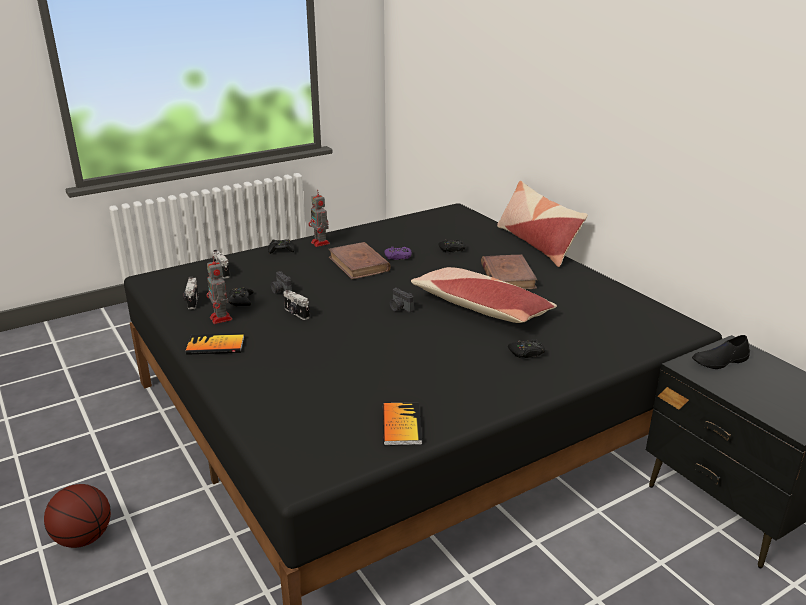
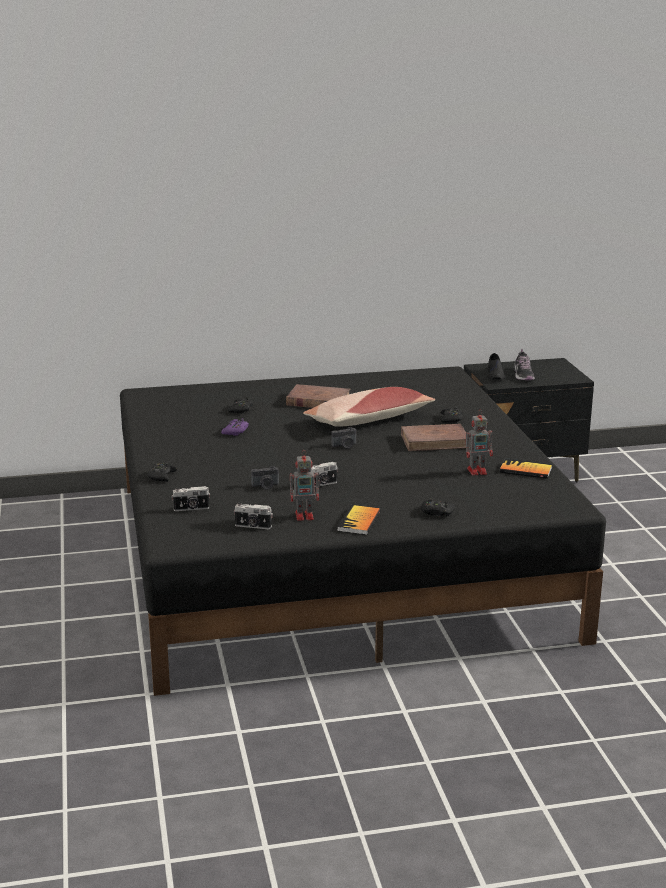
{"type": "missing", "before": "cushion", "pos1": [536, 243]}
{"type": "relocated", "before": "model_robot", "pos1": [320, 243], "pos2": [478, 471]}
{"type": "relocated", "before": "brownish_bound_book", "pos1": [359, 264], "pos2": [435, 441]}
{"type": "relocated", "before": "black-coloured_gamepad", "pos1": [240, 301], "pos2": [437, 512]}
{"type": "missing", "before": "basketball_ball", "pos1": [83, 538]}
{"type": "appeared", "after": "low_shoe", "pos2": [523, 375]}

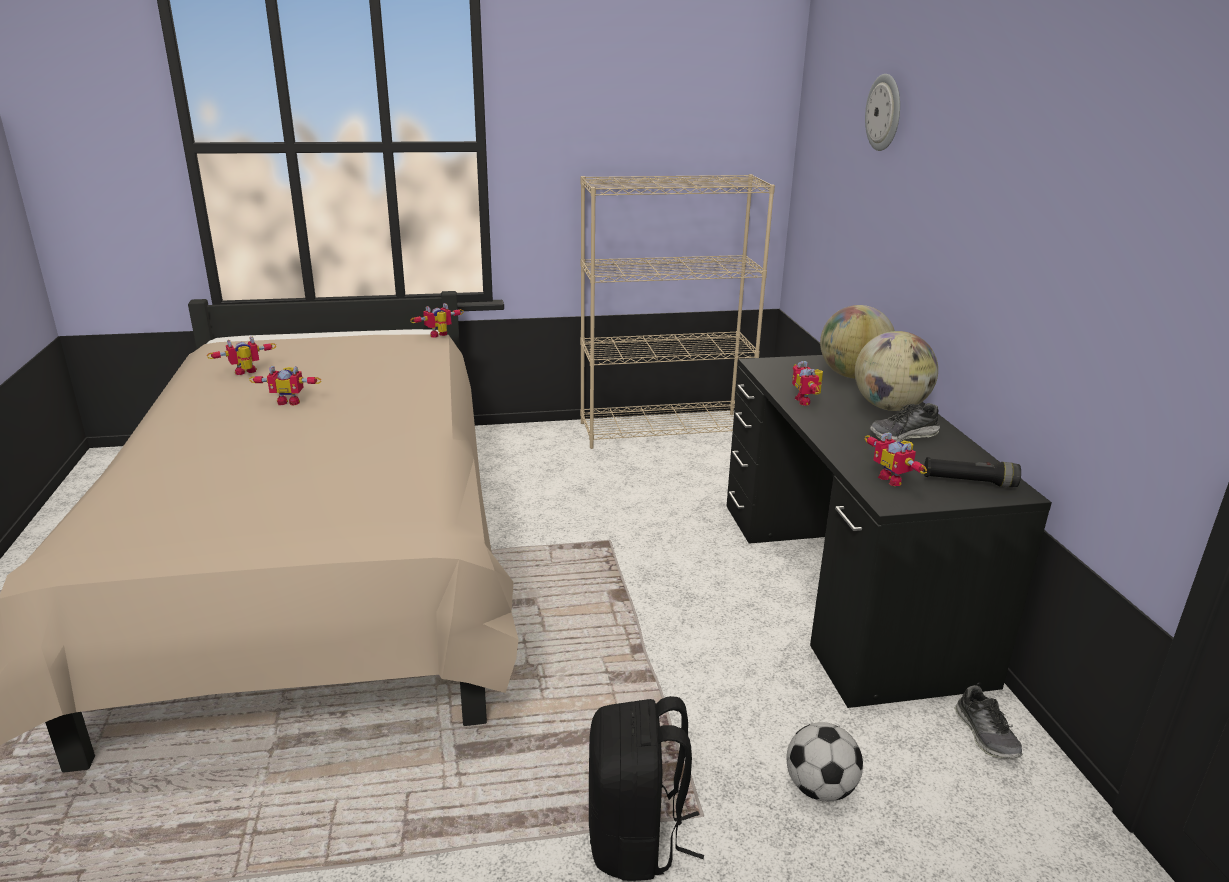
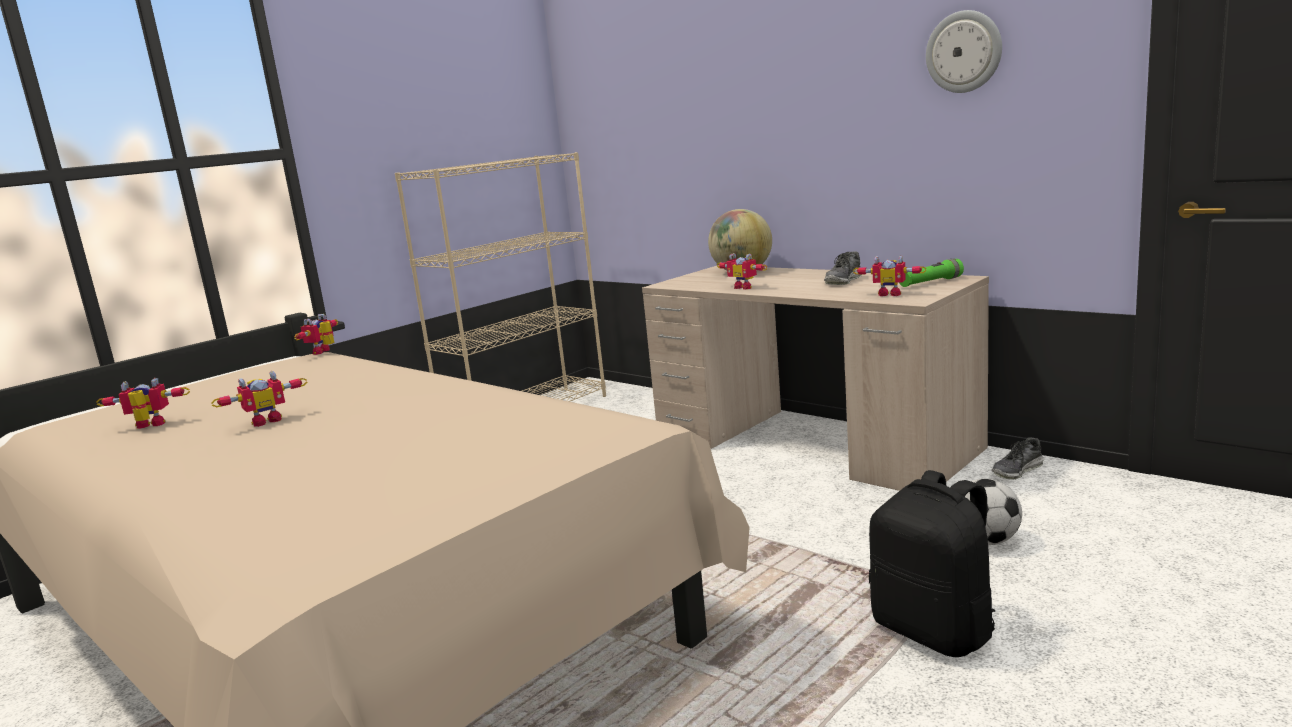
{"type": "relocated", "before": "clock_on_the_wall", "pos1": [884, 112], "pos2": [964, 52]}
{"type": "missing", "before": "desk_globe", "pos1": [890, 407]}
{"type": "spun", "before": "model_robot", "pos1": [246, 373], "pos2": [149, 427], "turn": 60}
{"type": "colour", "before": "black-coloured_desk_table", "after": "sand-coloured_desk_table", "pos1": [842, 584], "pos2": [811, 442]}
{"type": "colour", "before": "black-coloured_torch", "after": "green_torch", "pos1": [969, 482], "pos2": [930, 282]}
{"type": "spun", "before": "low_shoe", "pos1": [986, 735], "pos2": [1017, 470], "turn": 105}

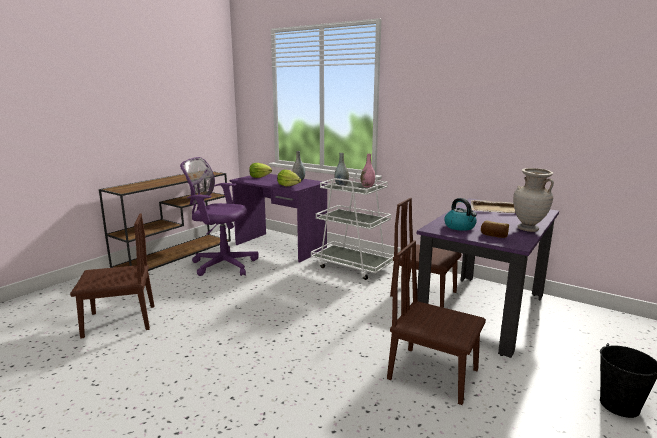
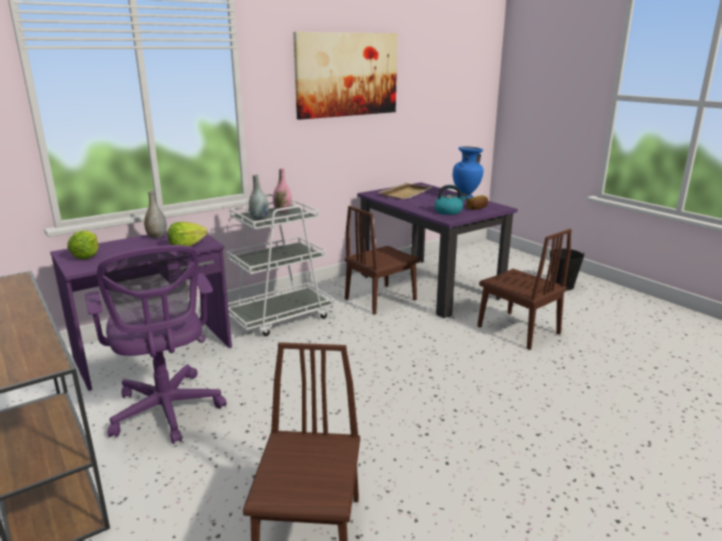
{"type": "spun", "before": "purple-coloured_office_chair", "pos1": [222, 264], "pos2": [167, 412], "turn": -60}
{"type": "colour", "before": "sand-coloured_vase", "after": "blue-coloured_vase", "pos1": [528, 229], "pos2": [466, 198]}
{"type": "spun", "before": "brownish_chair", "pos1": [433, 374], "pos2": [518, 330], "turn": -90}
{"type": "appeared", "after": "wall_art", "pos2": [347, 75]}

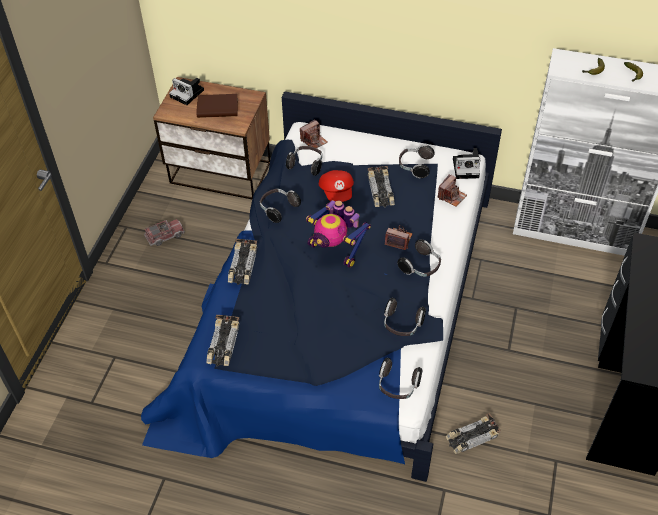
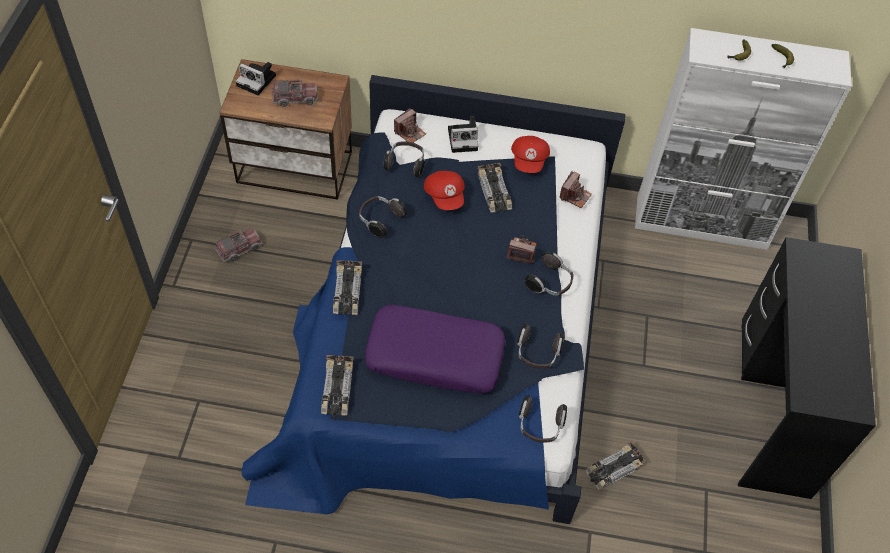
{"type": "exchanged", "before": "brownish_bound_book", "after": "model_truck", "pos1": [217, 108], "pos2": [295, 98]}
{"type": "exchanged", "before": "headphones", "after": "red_cap", "pos1": [415, 166], "pos2": [529, 161]}
{"type": "relocated", "before": "still_camera", "pos1": [467, 168], "pos2": [464, 139]}
{"type": "missing", "before": "model_robot", "pos1": [335, 250]}
{"type": "appeared", "after": "purple-coloured_cushion", "pos2": [435, 356]}

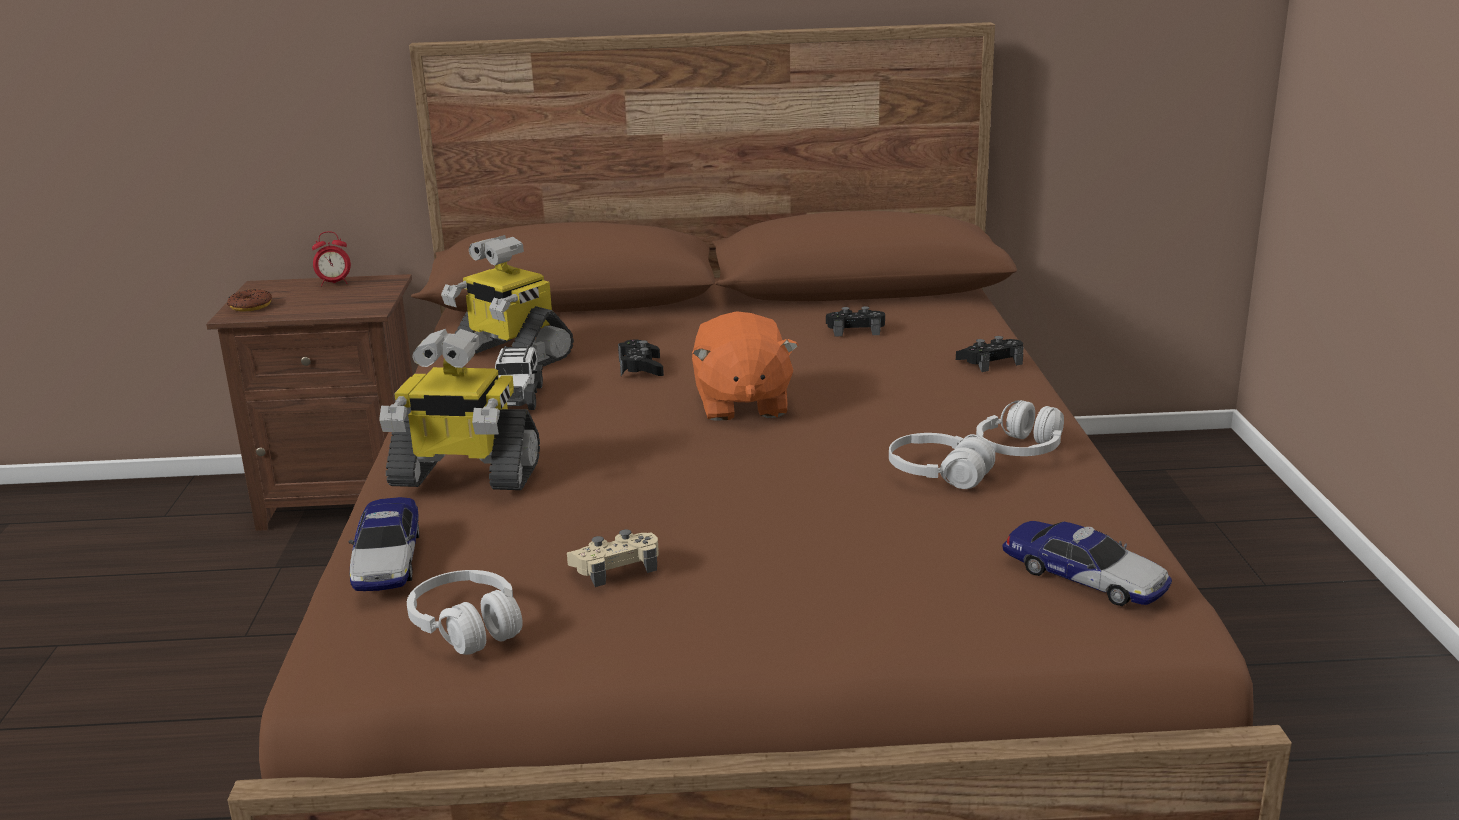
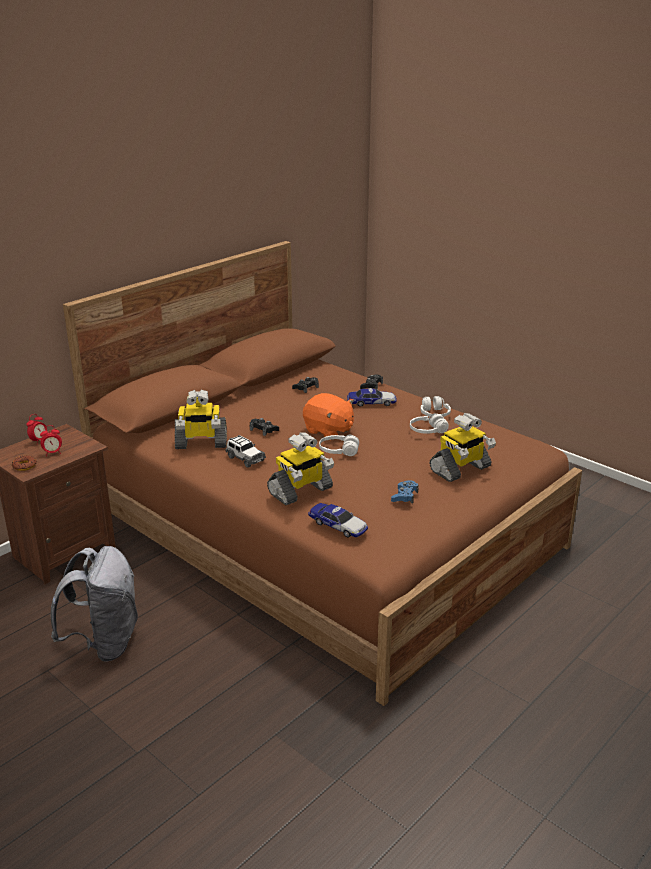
{"type": "relocated", "before": "toy_car", "pos1": [1084, 577], "pos2": [371, 402]}
{"type": "colour", "before": "sand-coloured_gamepad", "after": "blue-coloured_gamepad", "pos1": [615, 566], "pos2": [404, 496]}
{"type": "relocated", "before": "whitish_headphones", "pos1": [467, 627], "pos2": [338, 451]}
{"type": "appeared", "after": "model_robot", "pos2": [460, 469]}
{"type": "appeared", "after": "bedside_clock", "pos2": [53, 453]}
{"type": "appeared", "after": "gray_backpack", "pos2": [104, 643]}

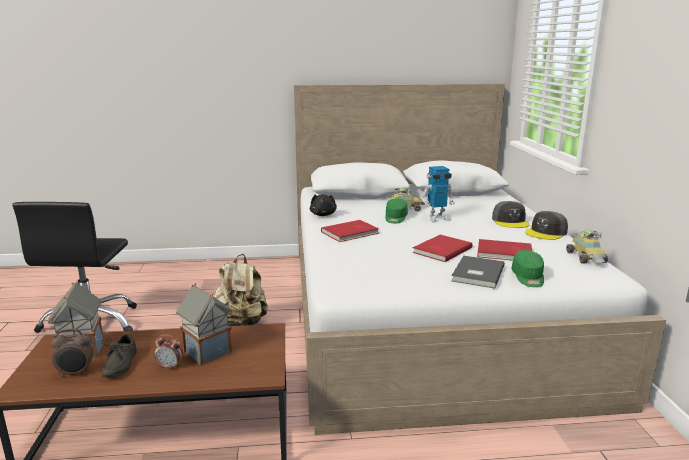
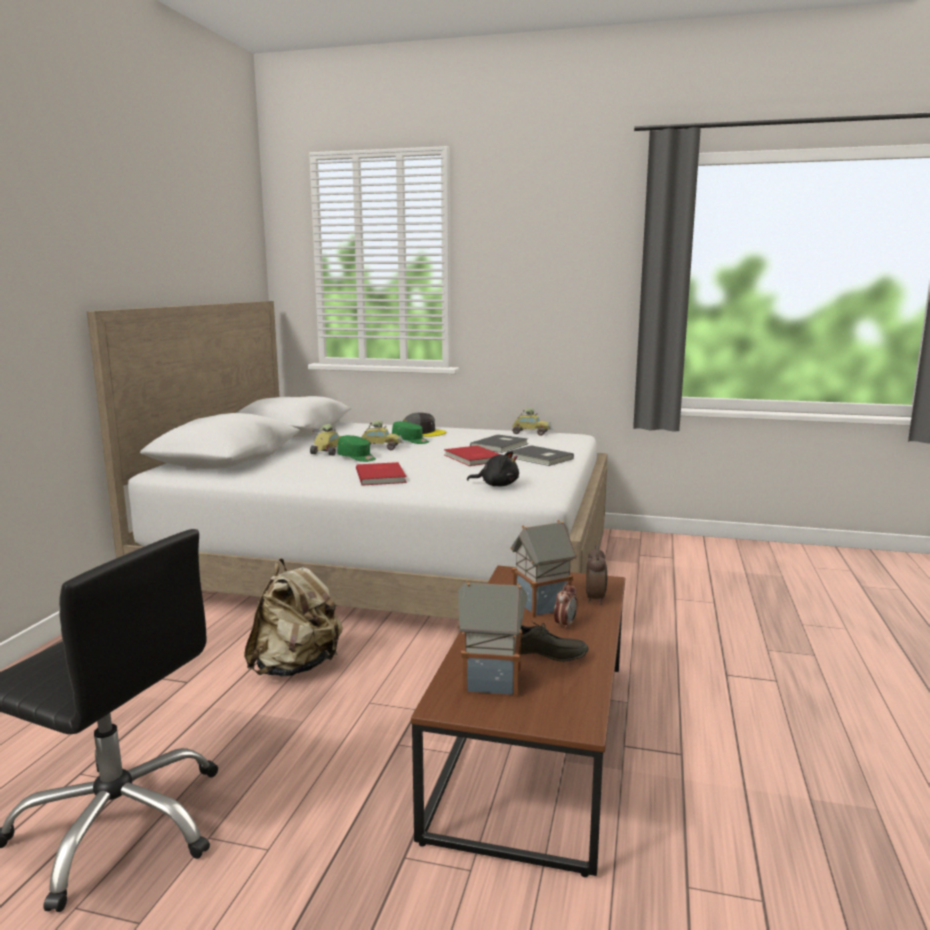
{"type": "exchanged", "before": "model_robot", "after": "toy_car", "pos1": [437, 218], "pos2": [381, 447]}
{"type": "relocated", "before": "black-coloured_soft_toy", "pos1": [323, 215], "pos2": [497, 485]}
{"type": "missing", "before": "gray_cap", "pos1": [546, 232]}
{"type": "colour", "before": "red_bound_book", "after": "gray_bound_book", "pos1": [505, 253], "pos2": [501, 446]}
{"type": "relocated", "before": "green_cap", "pos1": [528, 277], "pos2": [410, 441]}
{"type": "relocated", "before": "bedside_clock", "pos1": [76, 373], "pos2": [596, 599]}

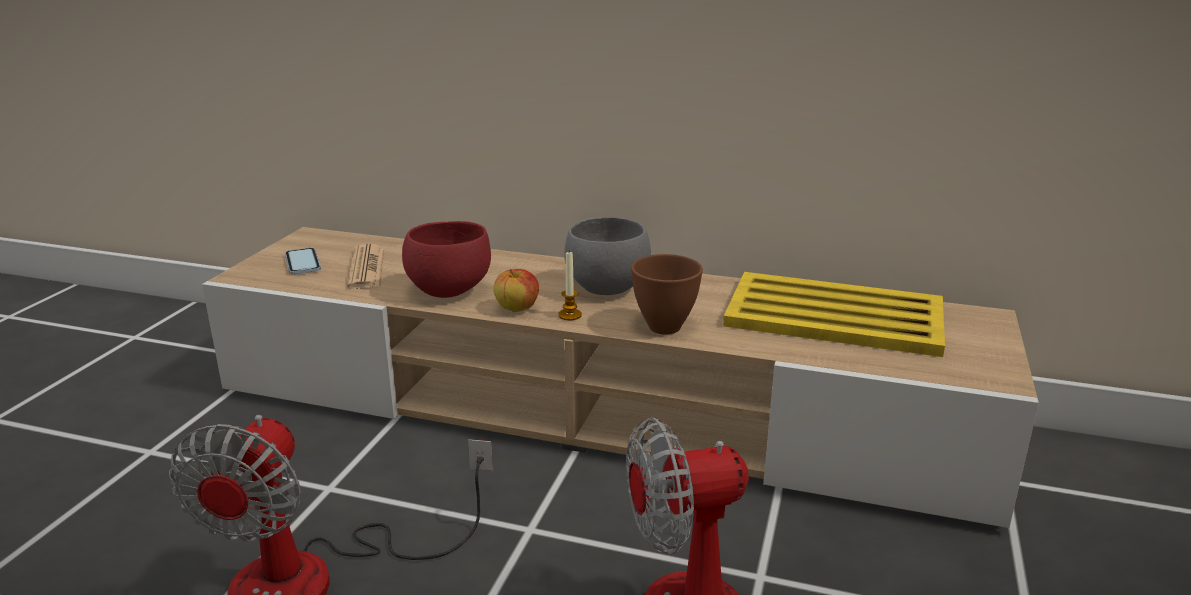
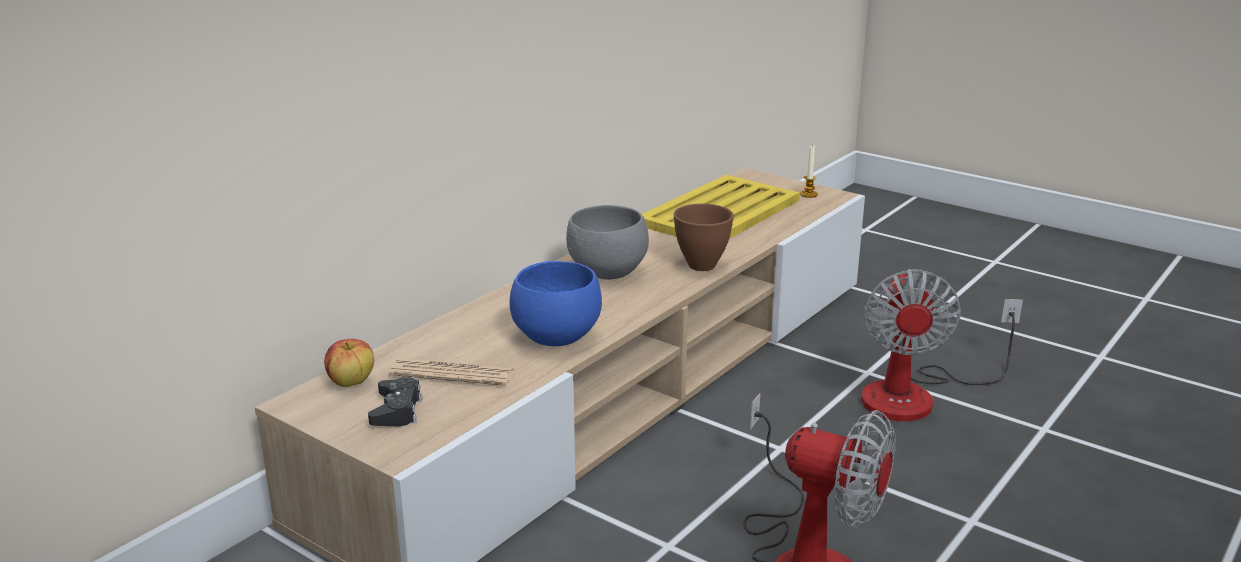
{"type": "colour", "before": "red_serving_bowl", "after": "blue-coloured_serving_bowl", "pos1": [448, 290], "pos2": [554, 338]}
{"type": "exchanged", "before": "handset", "after": "black-coloured_gamepad", "pos1": [303, 263], "pos2": [397, 410]}
{"type": "relocated", "before": "candle", "pos1": [570, 315], "pos2": [808, 194]}
{"type": "relocated", "before": "apple", "pos1": [517, 309], "pos2": [351, 382]}

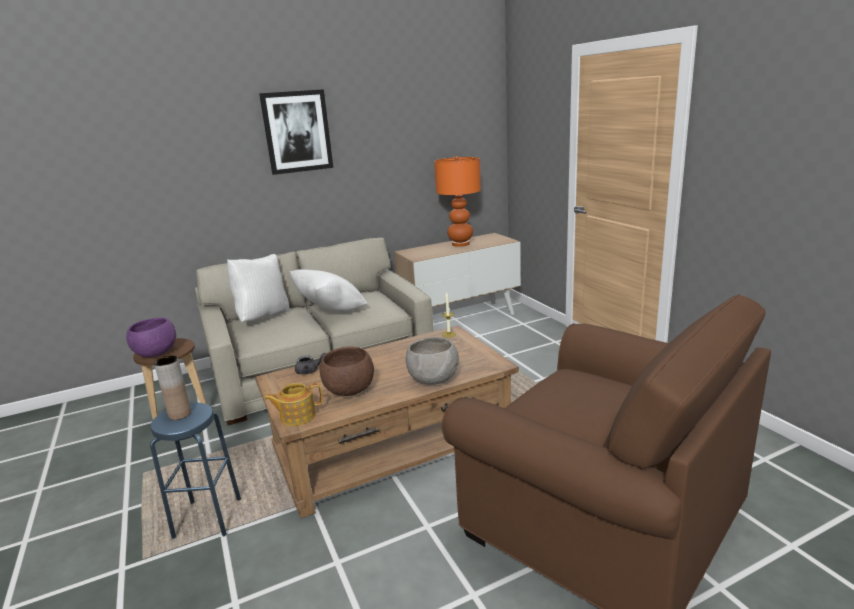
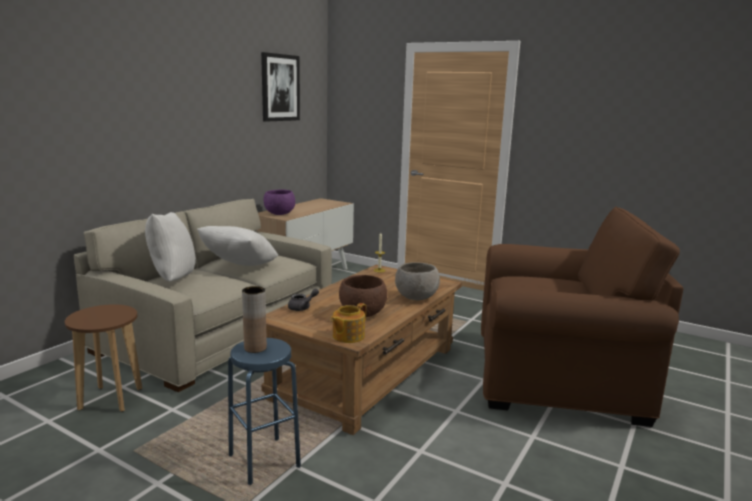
{"type": "relocated", "before": "wall_art", "pos1": [297, 132], "pos2": [280, 88]}
{"type": "missing", "before": "orange_tabletop_lamp", "pos1": [460, 244]}
{"type": "relocated", "before": "purple-coloured_serving_bowl", "pos1": [156, 353], "pos2": [279, 214]}

